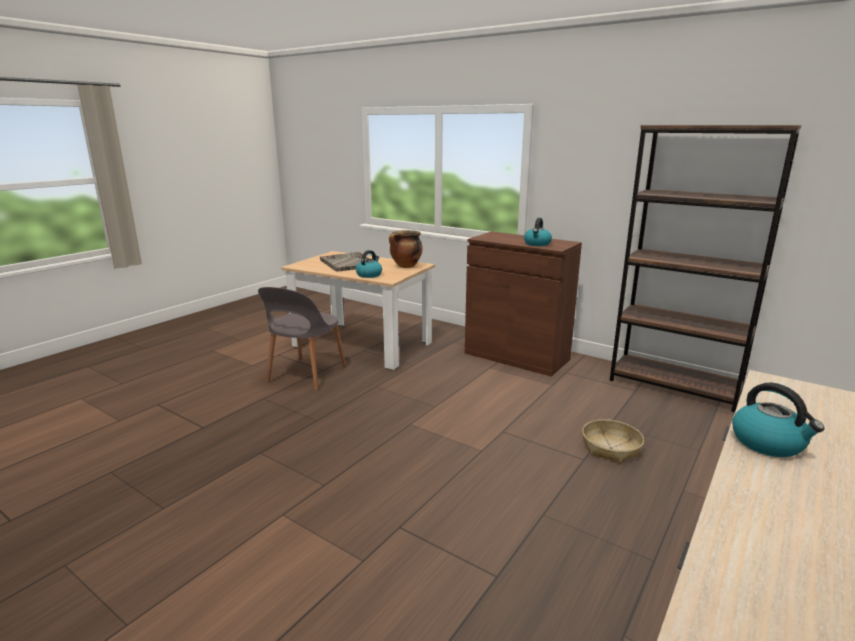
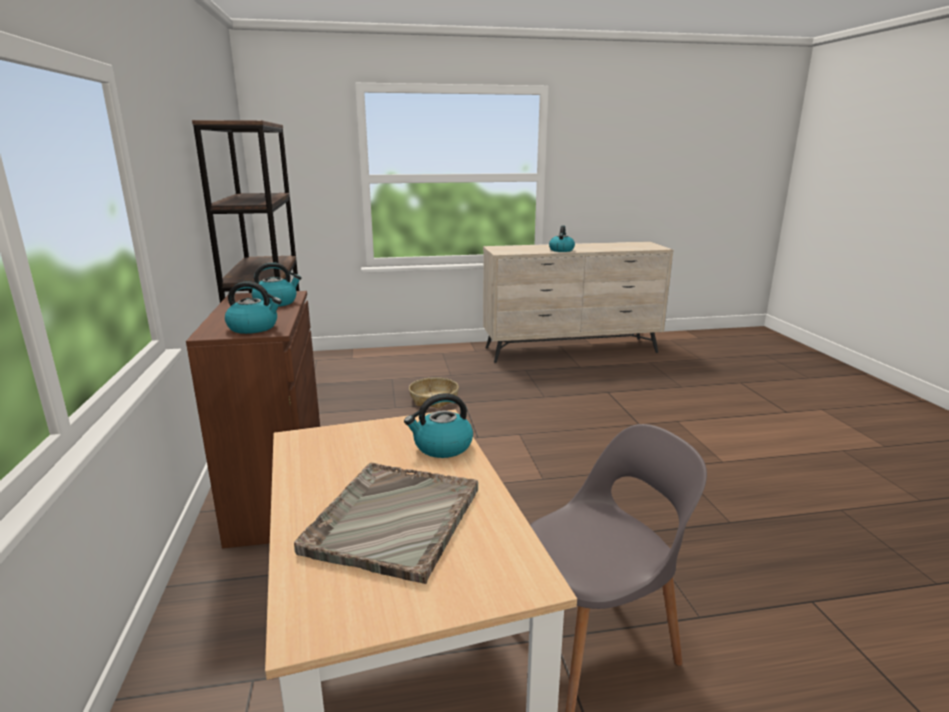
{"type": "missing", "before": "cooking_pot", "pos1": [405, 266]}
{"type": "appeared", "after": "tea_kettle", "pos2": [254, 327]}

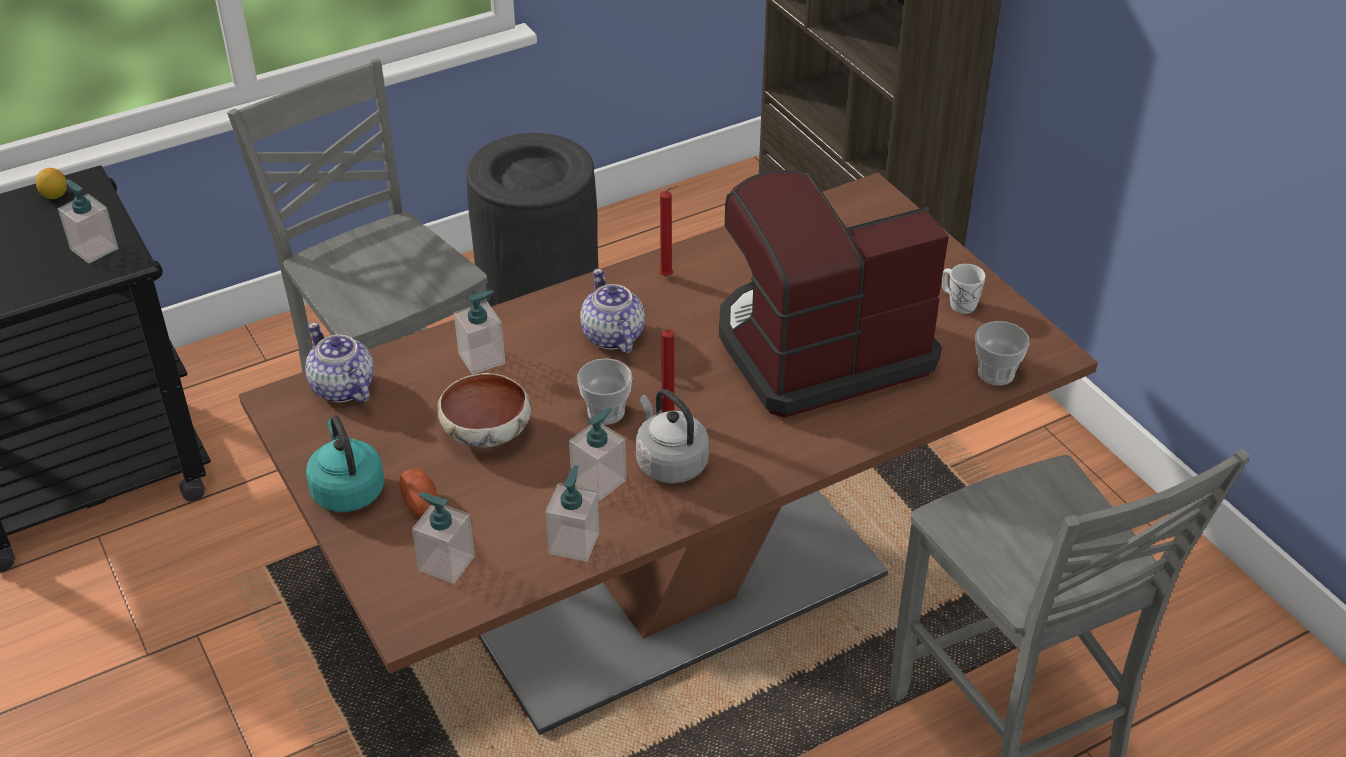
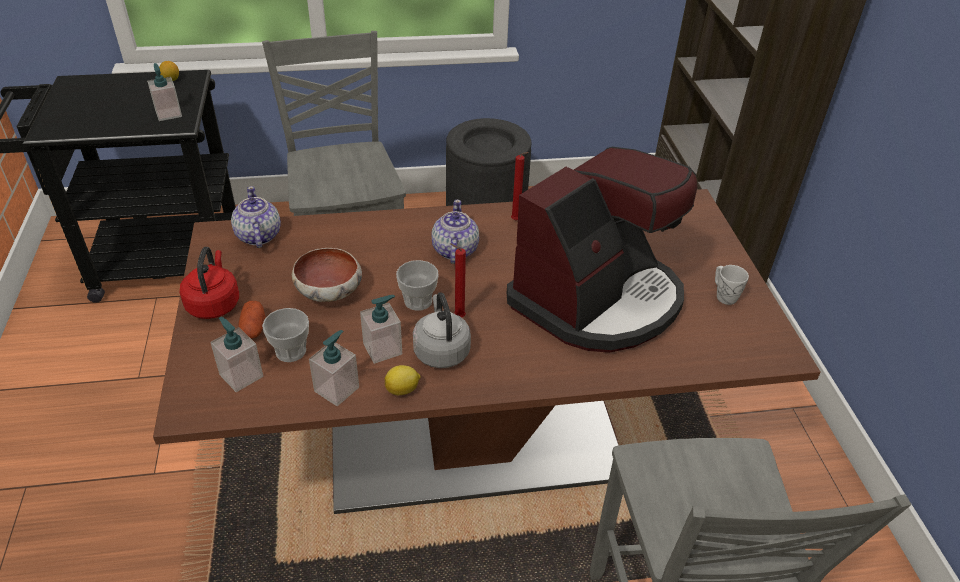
{"type": "spun", "before": "coffee_machine", "pos1": [819, 349], "pos2": [598, 299], "turn": 135}
{"type": "missing", "before": "liquid_soap_bottle", "pos1": [482, 358]}
{"type": "relocated", "before": "small_cup", "pos1": [996, 373], "pos2": [290, 351]}
{"type": "colour", "before": "turquoise-coloured_tea_kettle", "after": "red_tea_kettle", "pos1": [347, 489], "pos2": [214, 303]}
{"type": "appeared", "after": "citrus_fruit", "pos2": [403, 390]}

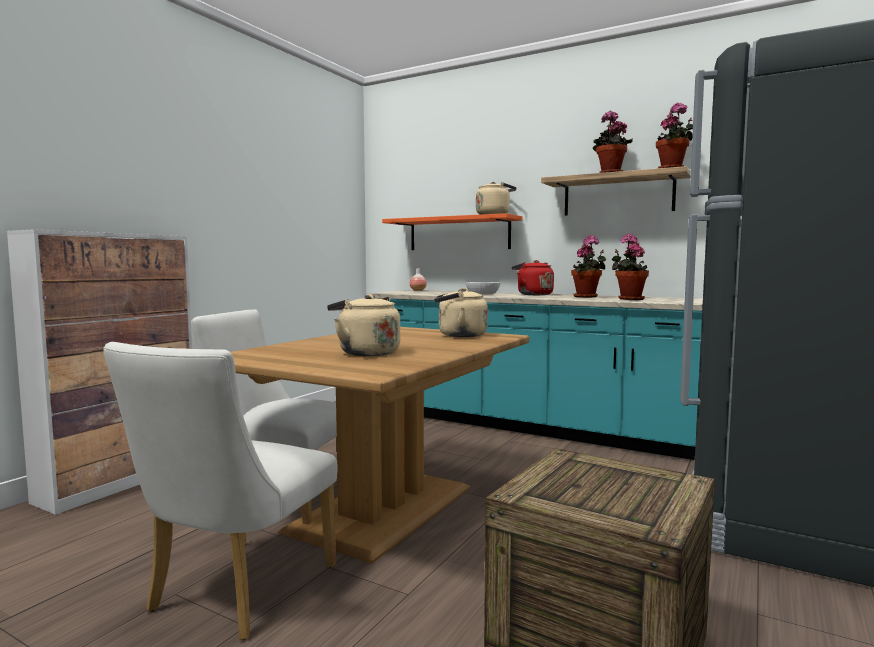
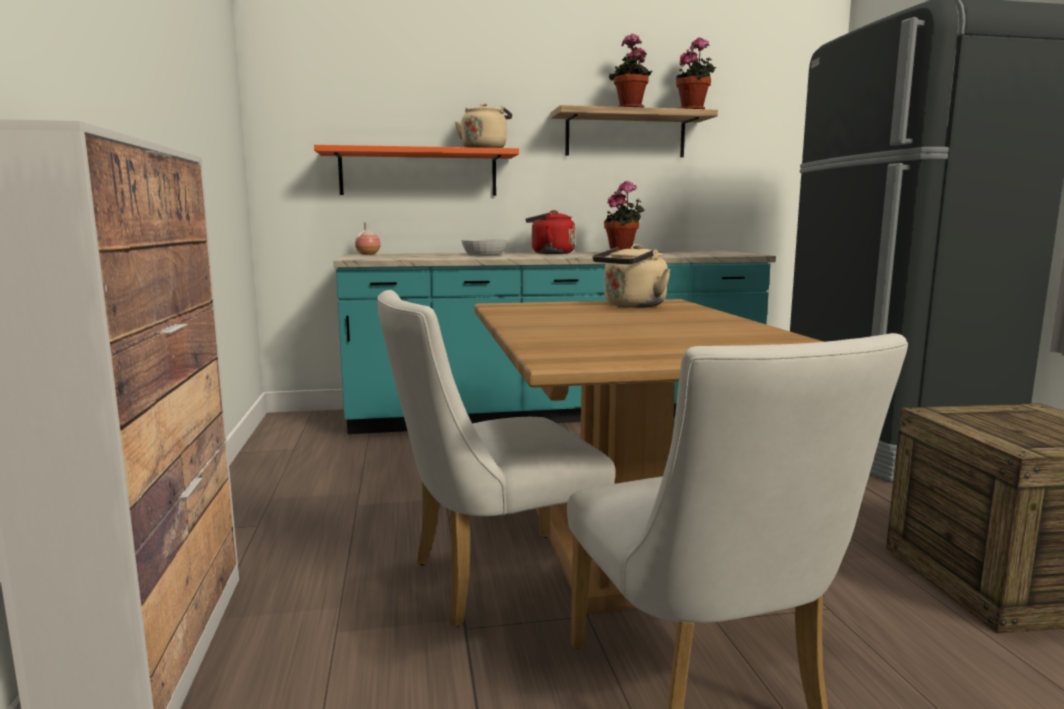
{"type": "missing", "before": "houseplant", "pos1": [629, 299]}
{"type": "missing", "before": "sand-coloured_tea_kettle", "pos1": [366, 353]}

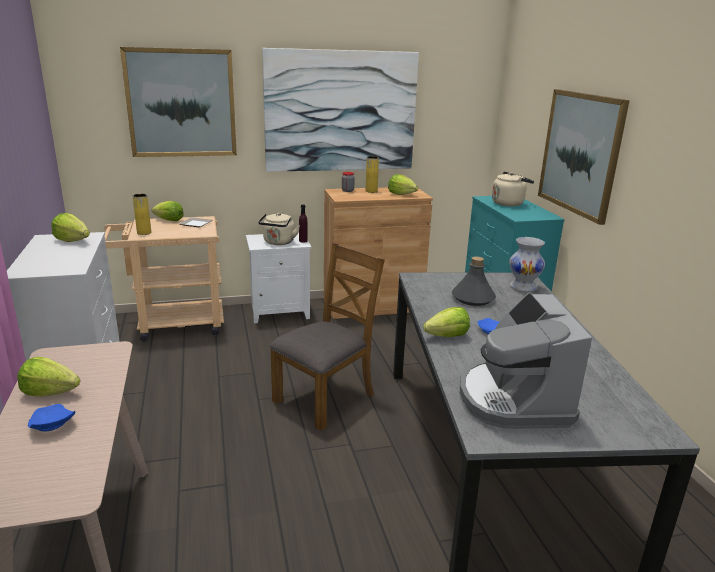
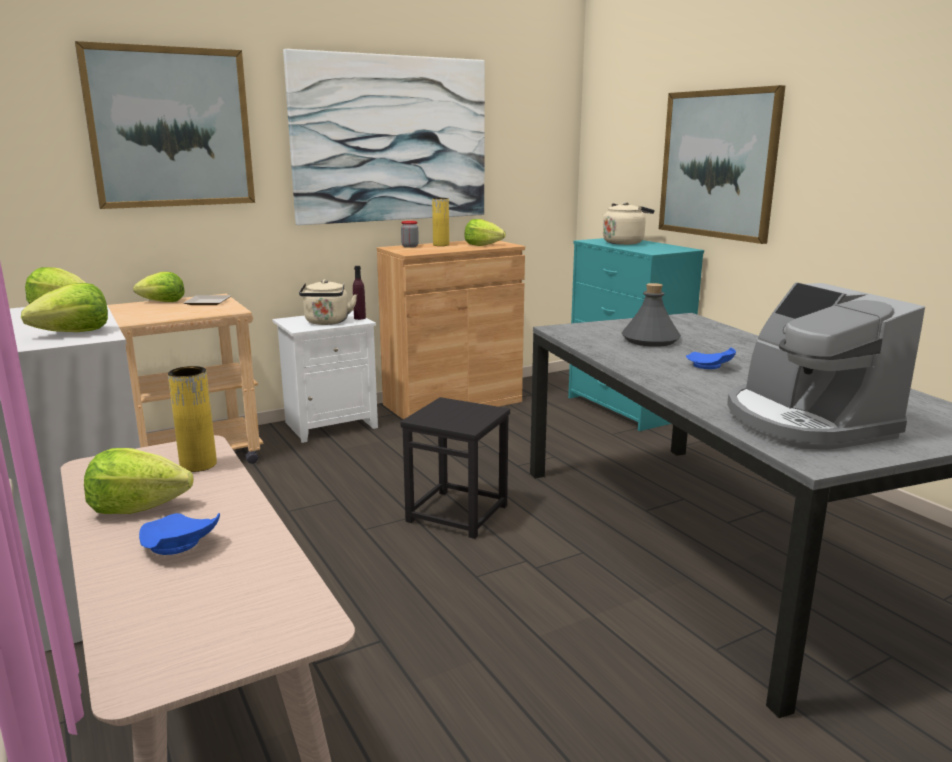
{"type": "relocated", "before": "yellow_vase", "pos1": [144, 232], "pos2": [198, 465]}
{"type": "missing", "before": "whitish_vase", "pos1": [522, 287]}
{"type": "exchanged", "before": "brownish_chair", "after": "black-coloured_stool", "pos1": [325, 398], "pos2": [458, 513]}
{"type": "relocated", "before": "lettuce_head", "pos1": [447, 336], "pos2": [74, 333]}

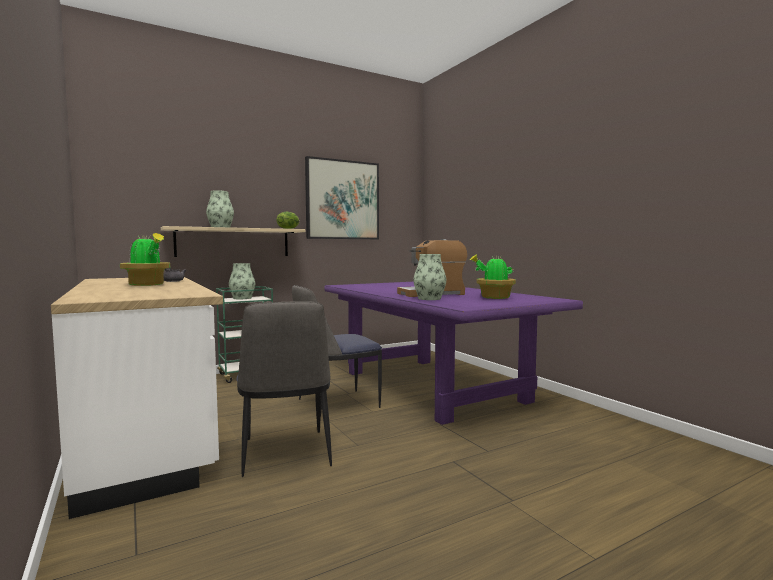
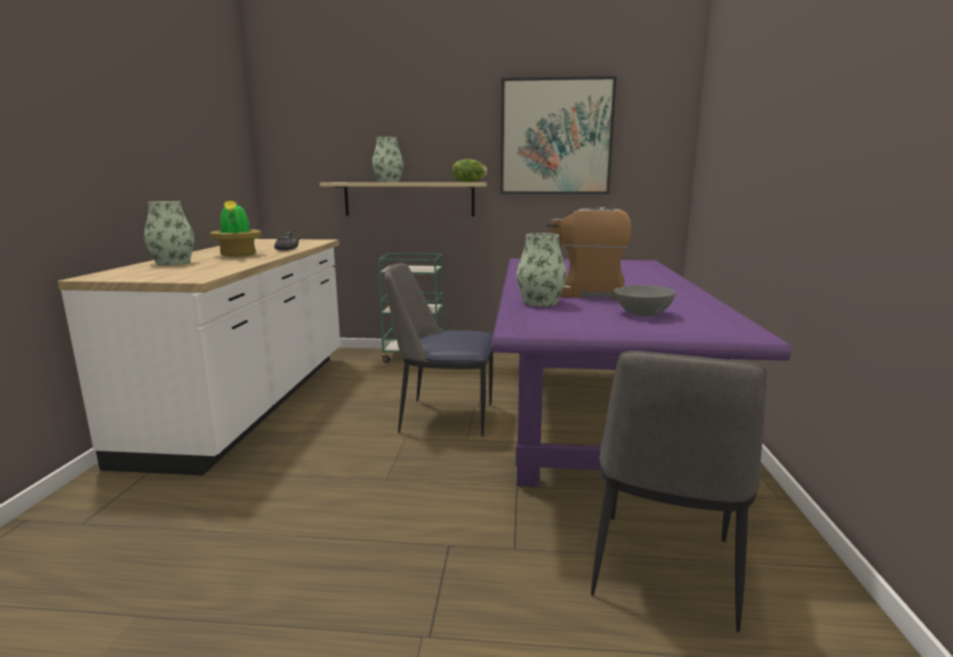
{"type": "exchanged", "before": "houseplant", "after": "gray_serving_bowl", "pos1": [493, 298], "pos2": [642, 314]}
{"type": "relocated", "before": "vase", "pos1": [242, 298], "pos2": [173, 263]}
{"type": "relocated", "before": "chair", "pos1": [285, 454], "pos2": [663, 570]}

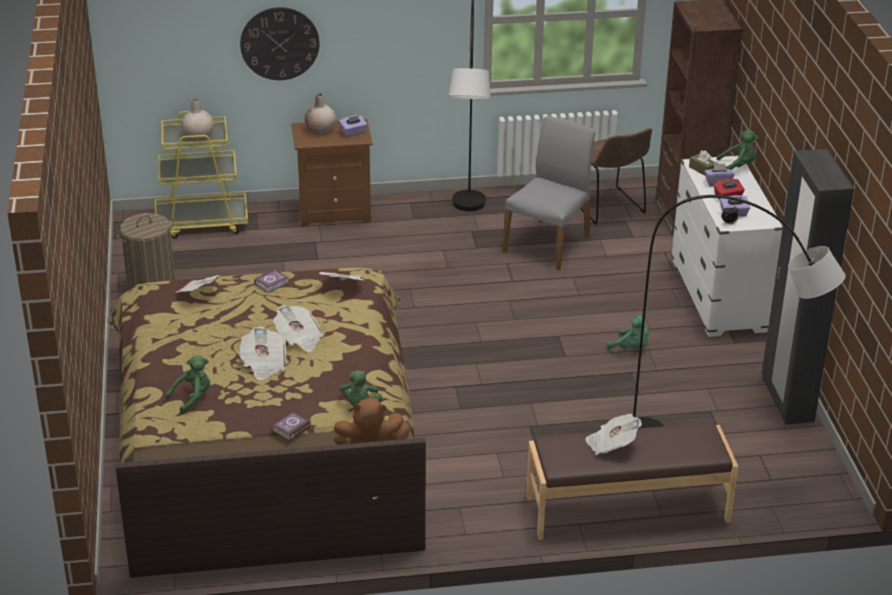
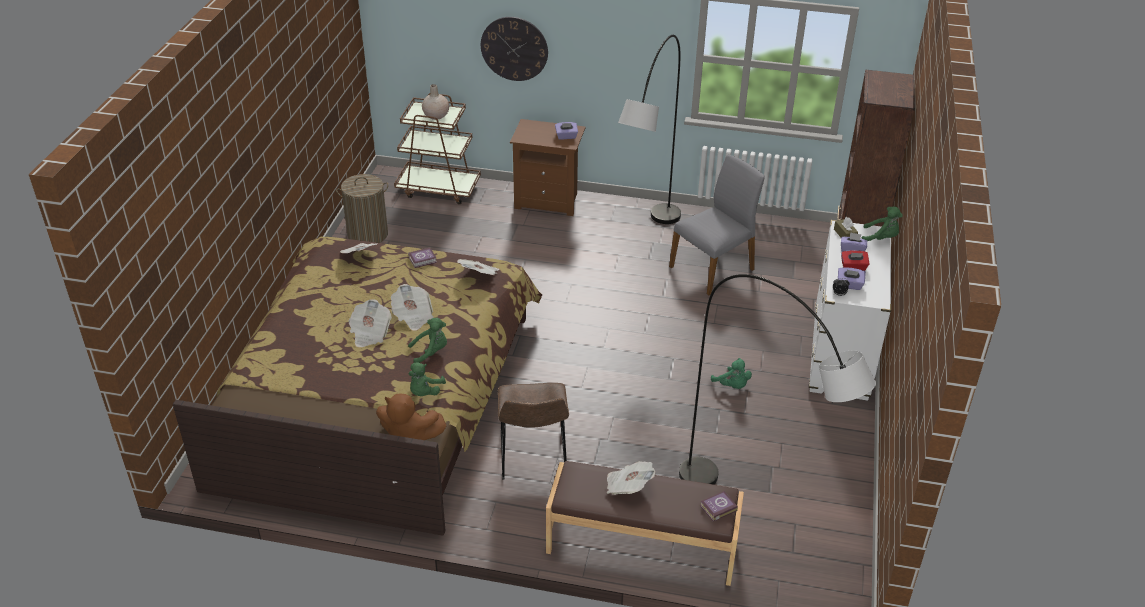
{"type": "missing", "before": "sand-coloured_vase", "pos1": [320, 129]}
{"type": "colour", "before": "yellow_wheeled_cart", "after": "brownish_wheeled_cart", "pos1": [202, 222], "pos2": [438, 188]}
{"type": "relocated", "before": "brownish_chair", "pos1": [609, 208], "pos2": [533, 458]}
{"type": "missing", "before": "black-coloured_armoire", "pos1": [786, 400]}
{"type": "relocated", "before": "green_soft_toy", "pos1": [192, 398], "pos2": [431, 352]}
{"type": "relocated", "before": "bound_book", "pos1": [290, 429], "pos2": [717, 508]}

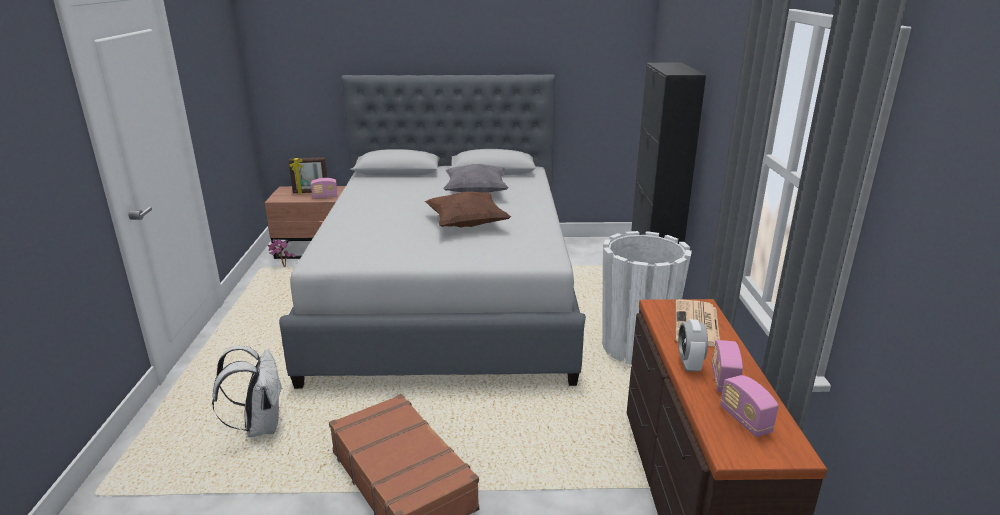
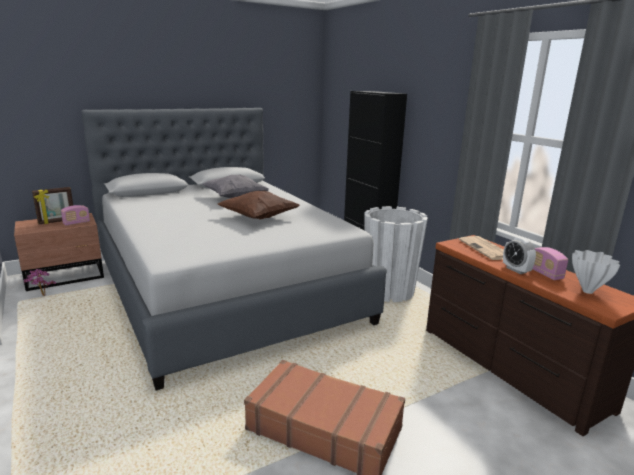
{"type": "missing", "before": "whitish_backpack", "pos1": [260, 426]}
{"type": "exchanged", "before": "radio", "after": "whitish_vase", "pos1": [745, 420], "pos2": [586, 291]}

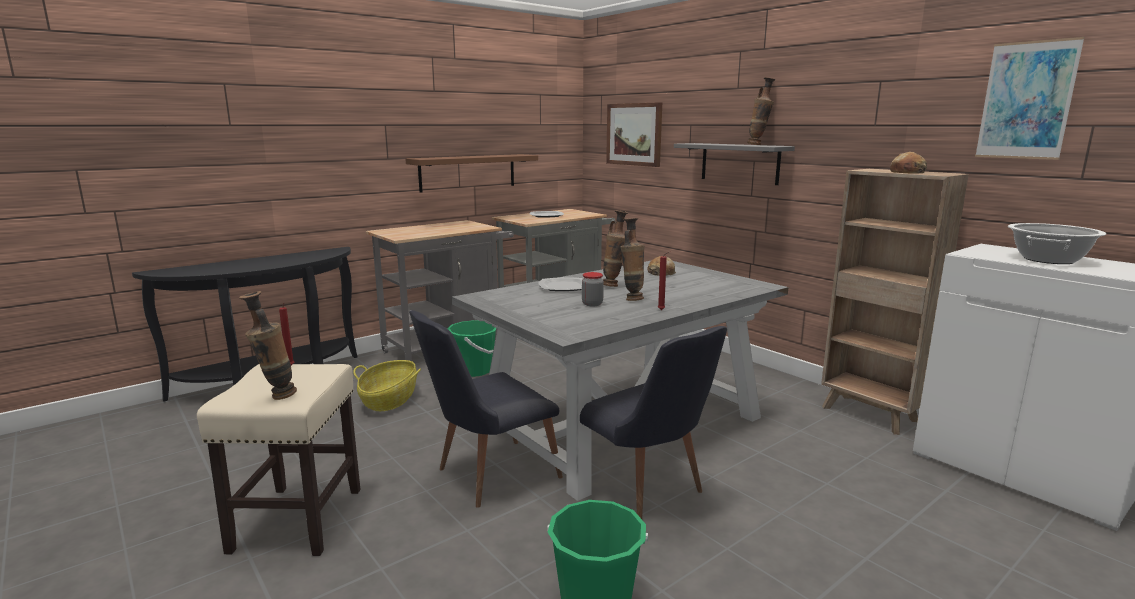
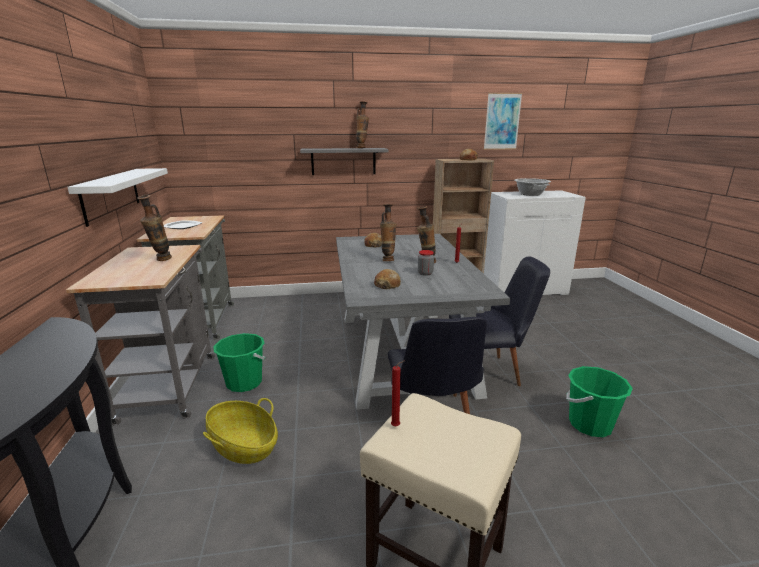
{"type": "missing", "before": "wall_art", "pos1": [634, 134]}
{"type": "colour", "before": "brownish_shelf", "after": "whitish_shelf", "pos1": [468, 172], "pos2": [111, 194]}
{"type": "missing", "before": "dinner_plate", "pos1": [563, 286]}
{"type": "relocated", "before": "vase", "pos1": [276, 396], "pos2": [160, 260]}
{"type": "appeared", "after": "baked_bread", "pos2": [387, 285]}

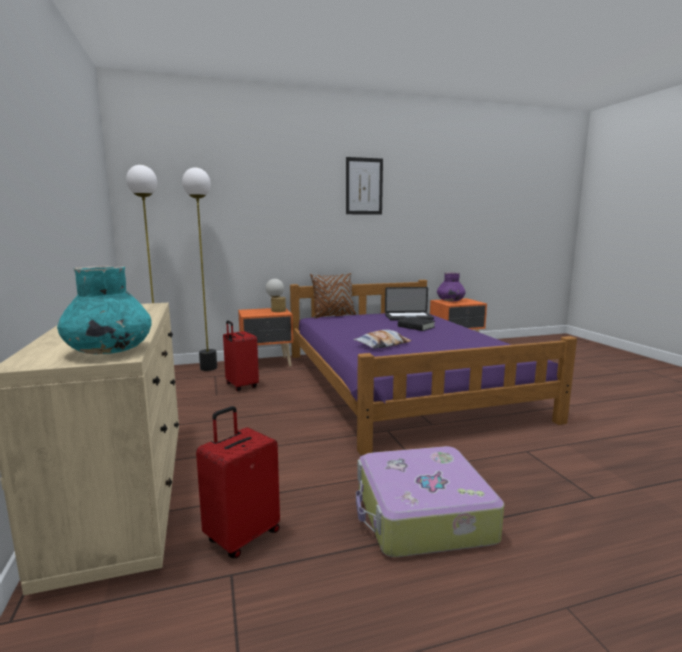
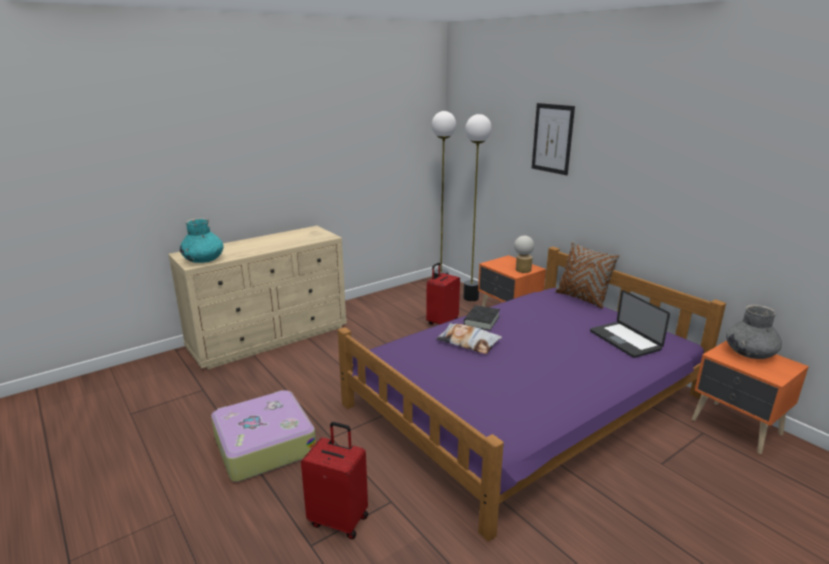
{"type": "relocated", "before": "wall_art", "pos1": [364, 186], "pos2": [552, 138]}
{"type": "colour", "before": "purple-coloured_vase", "after": "gray_vase", "pos1": [450, 301], "pos2": [749, 353]}
{"type": "relocated", "before": "black-coloured_bound_book", "pos1": [416, 327], "pos2": [481, 321]}
{"type": "relocated", "before": "red_travel_case", "pos1": [242, 536], "pos2": [339, 519]}

